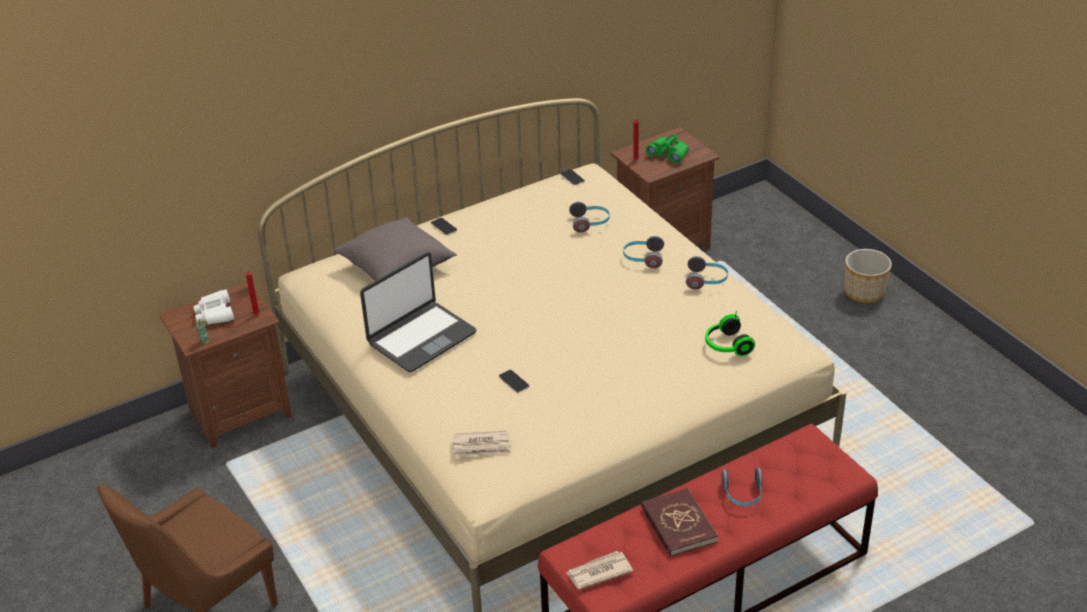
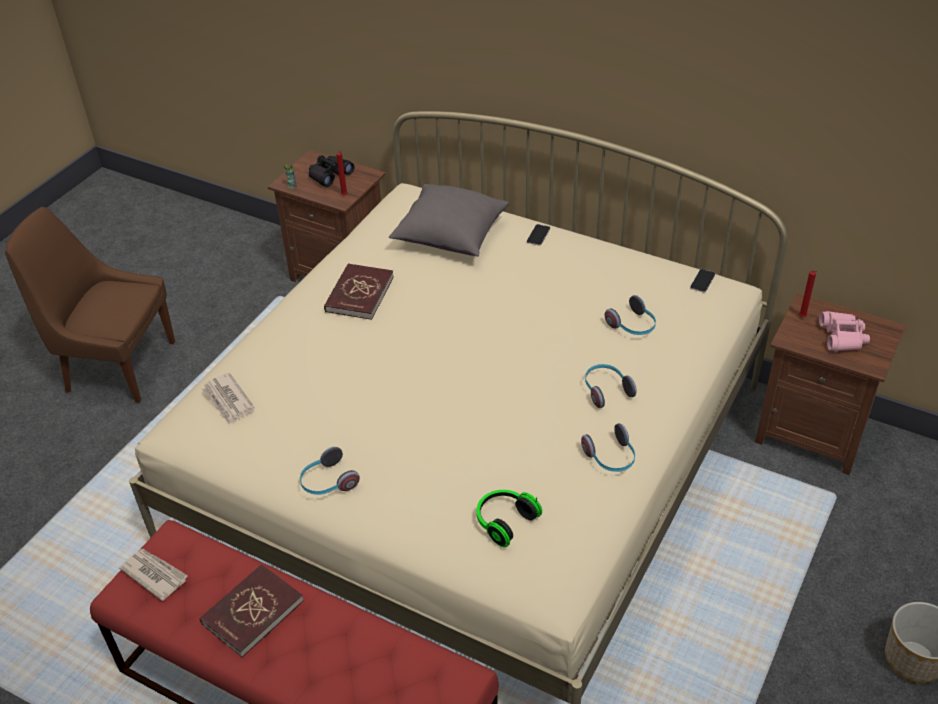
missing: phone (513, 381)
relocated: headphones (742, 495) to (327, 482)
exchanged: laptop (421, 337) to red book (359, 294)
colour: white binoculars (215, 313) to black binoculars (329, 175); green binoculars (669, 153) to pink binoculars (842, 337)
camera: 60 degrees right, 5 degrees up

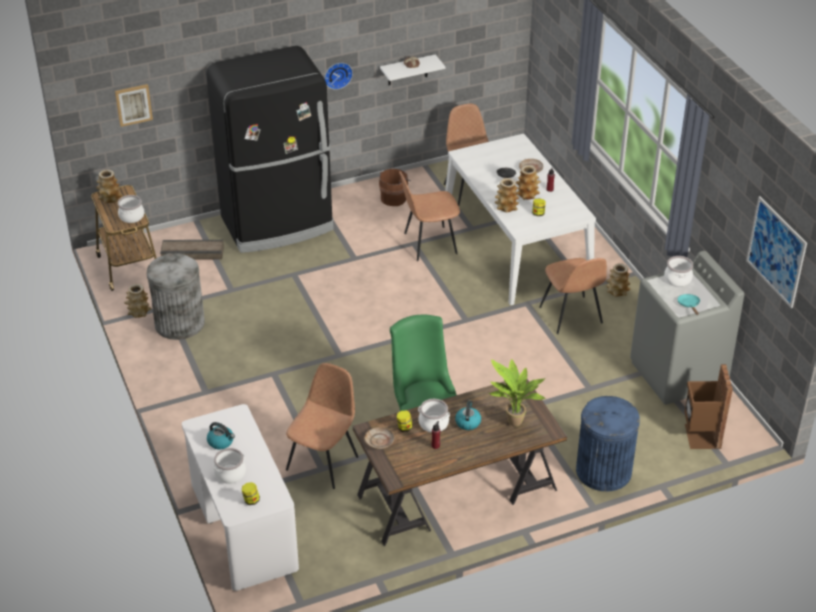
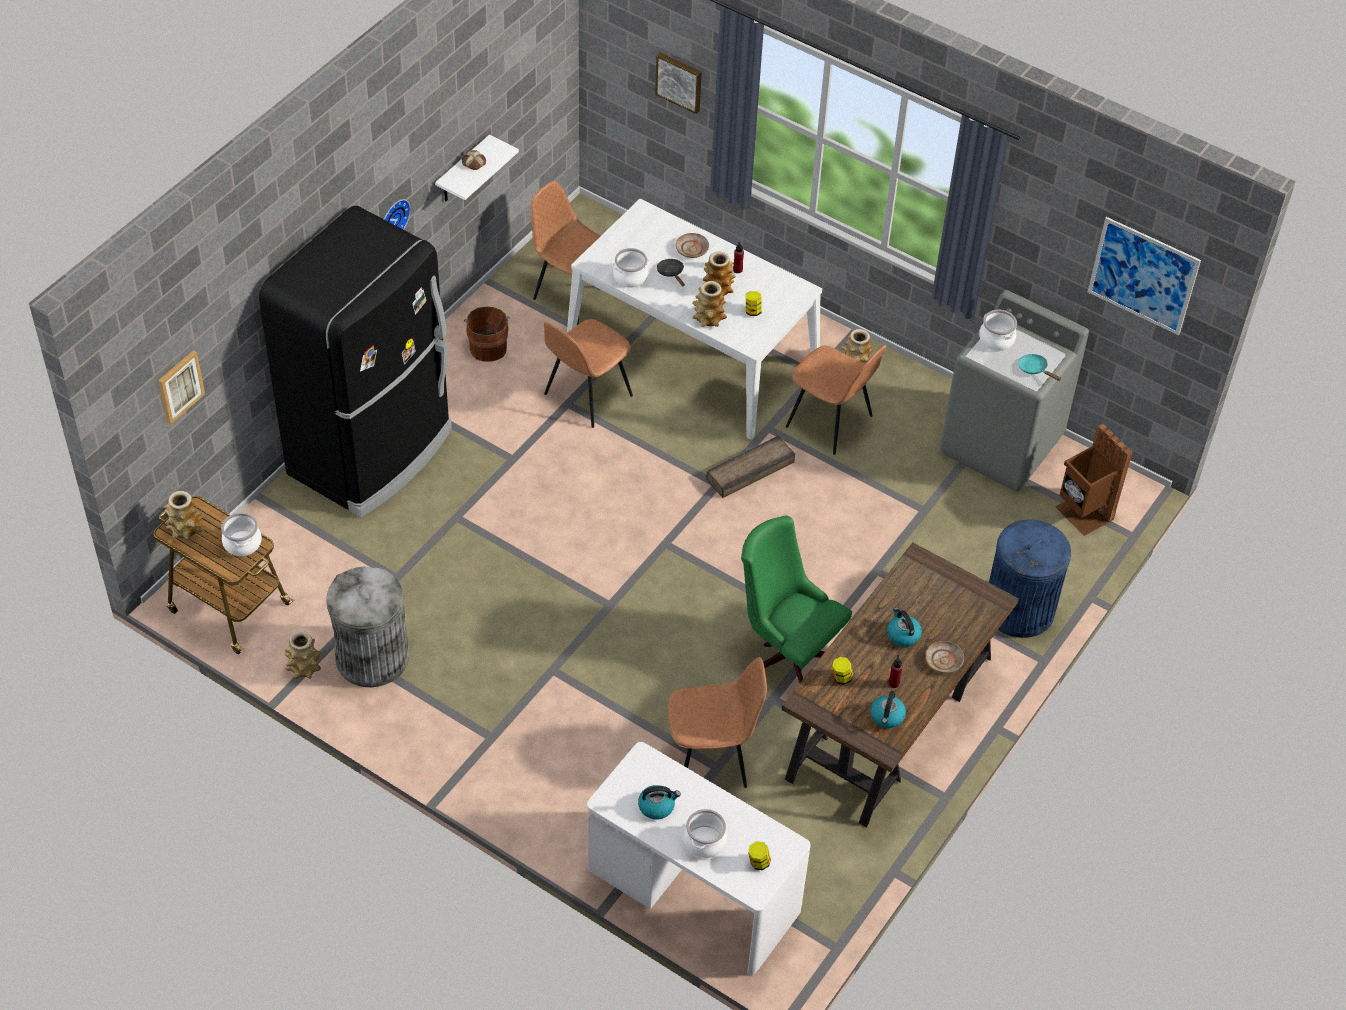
missing: potted plant (513, 424)
appeared: picture (679, 81); kettle (887, 717)
relocated: crate (192, 252) to (749, 470); beige plate (379, 441) to (944, 661); cooking pot (433, 424) to (630, 277)
spun: brown chair (323, 462) = (712, 758) 90 degrees clockwise
camera: 35 degrees left, 10 degrees up

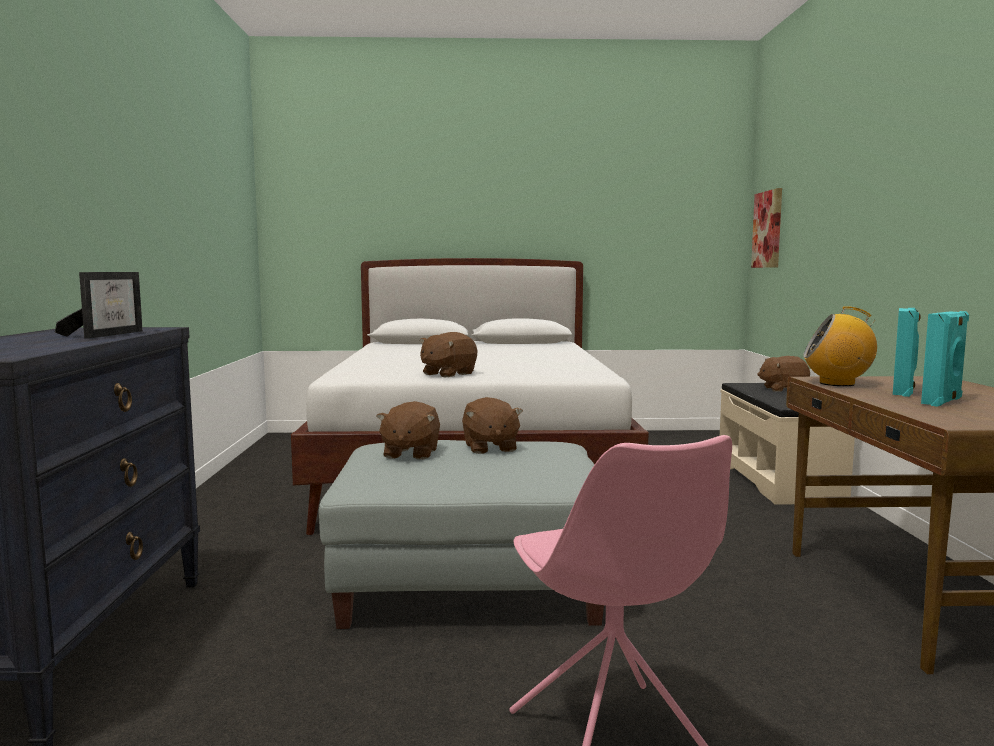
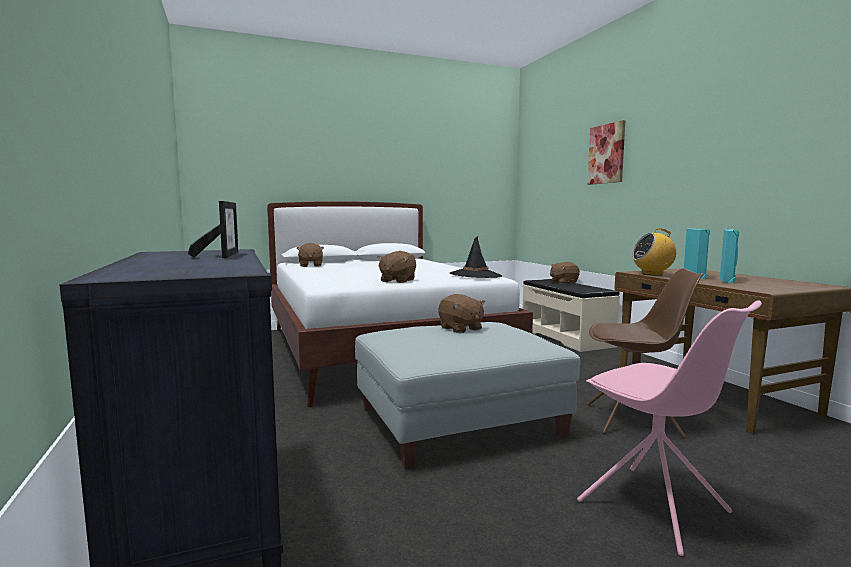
appeared: black hat (475, 275); brown chair (635, 420)
relocated: brown plush toy (410, 453) to (310, 265); picture (768, 229) to (606, 154)
camera: 20 degrees left, 0 degrees up

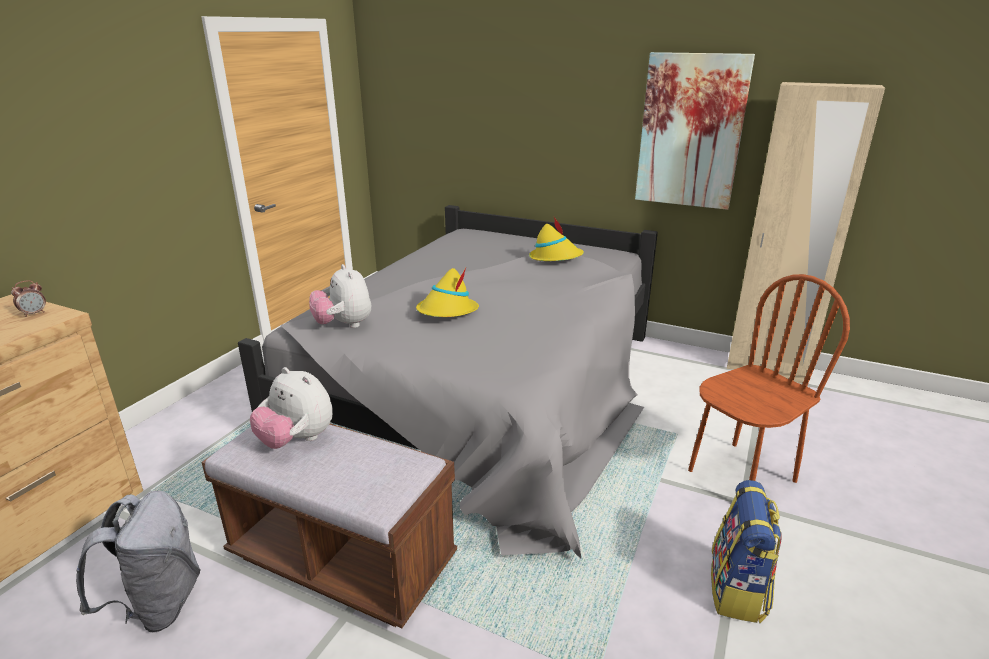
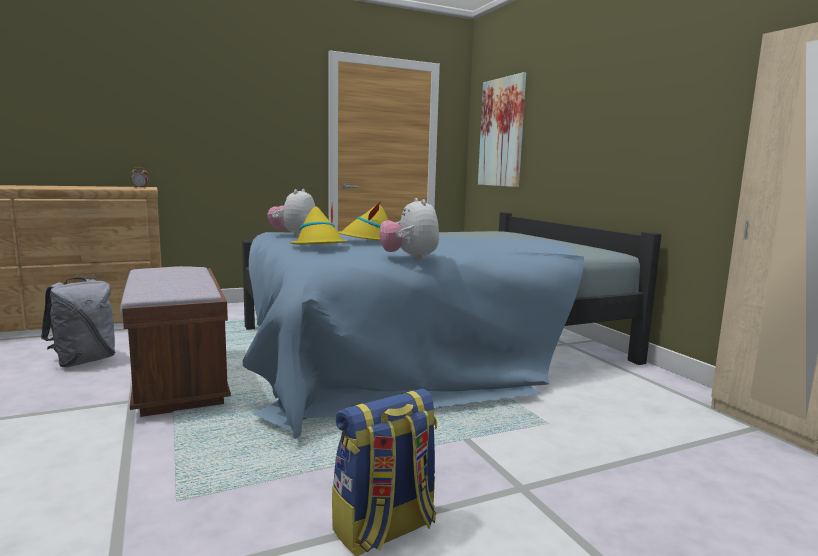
missing: brown chair (741, 475)
relocated: plush toy (297, 440) to (409, 258); yellow hat (555, 258) to (319, 247); picture (690, 132) to (502, 132)
colour: grey bed (486, 391) to blue bed (427, 348)
camera: 40 degrees right, 15 degrees down

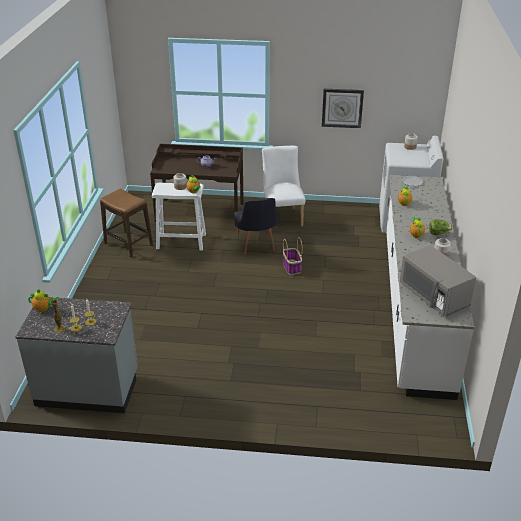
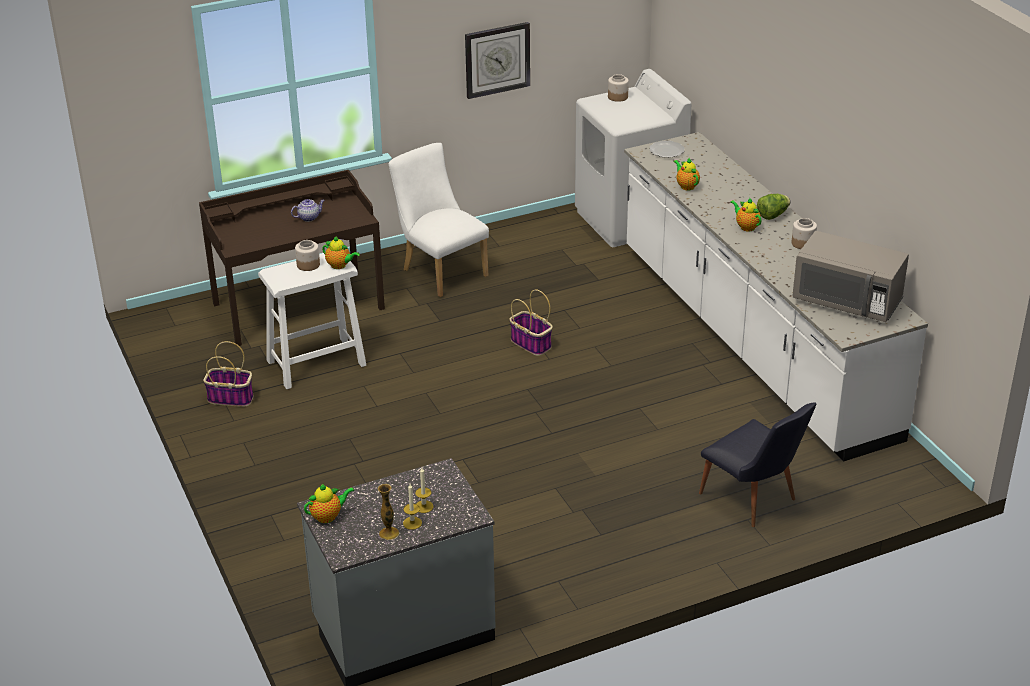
relocated: black chair (256, 246) to (754, 501)
exchanged: stool (128, 244) to basket (231, 398)
camera: 30 degrees left, 0 degrees up

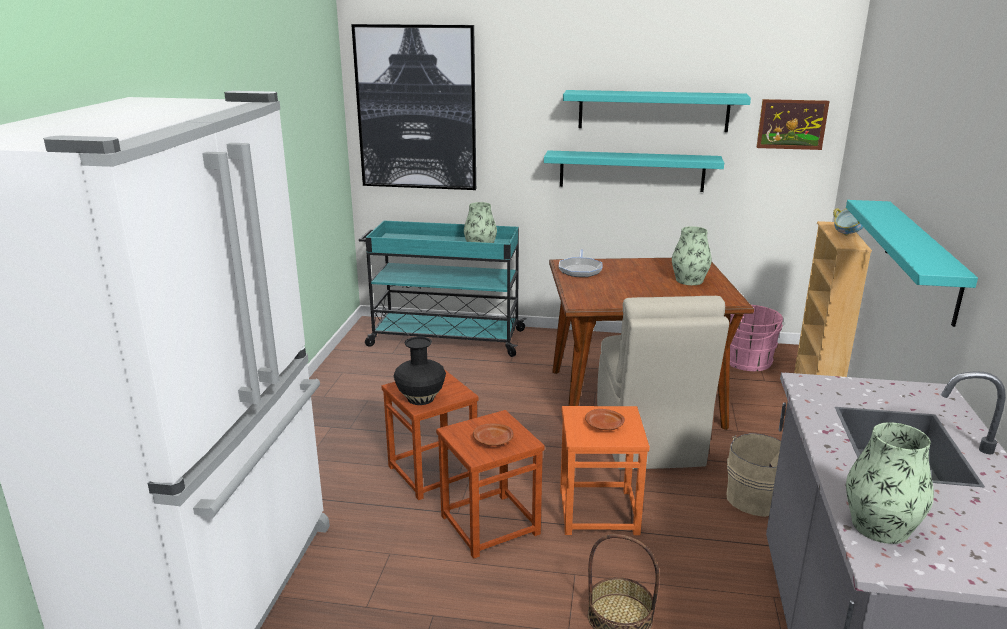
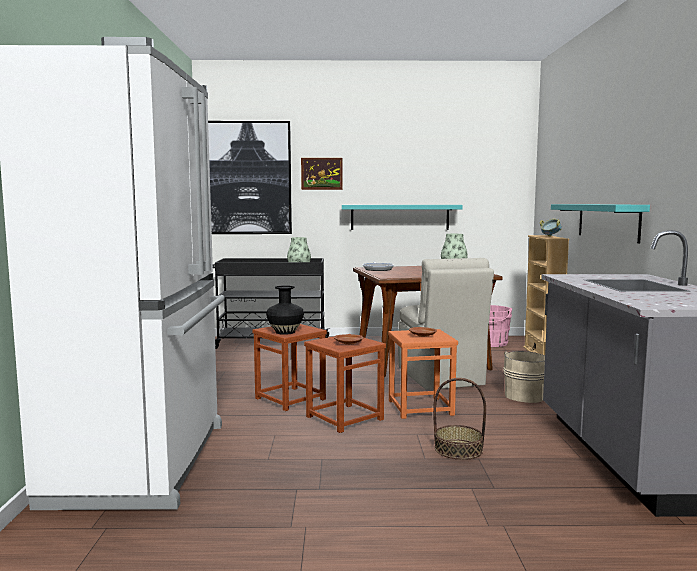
missing: turquoise shelf (653, 111); vase (880, 526)
relocated: picture (792, 124) to (321, 173)
colour: turquoise cart (444, 338) to black cart (271, 343)
camera: 10 degrees left, 15 degrees down

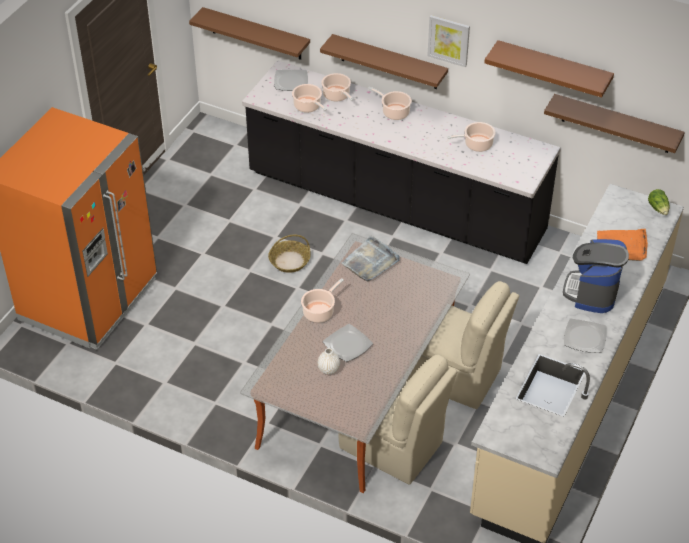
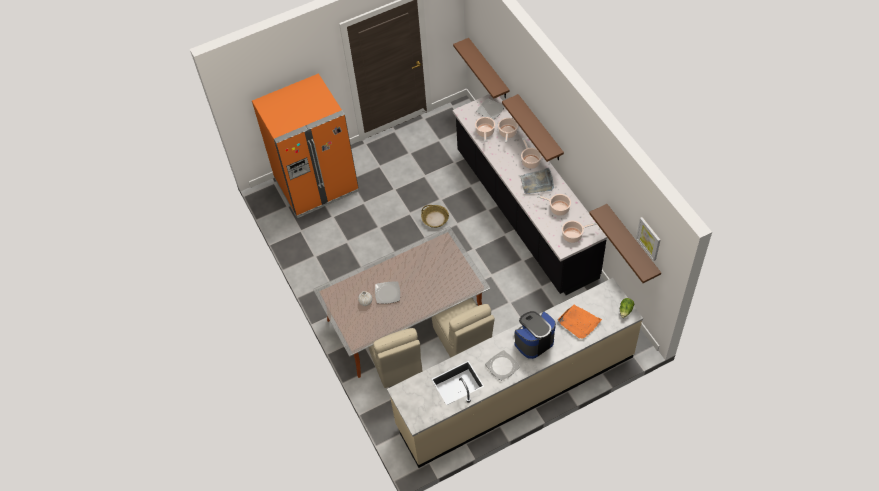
missing: brown shelf (553, 68)
relocated: cooking pot (320, 311) to (573, 235); grey tray (370, 261) to (537, 183); picture (449, 40) to (649, 238)
camera: 40 degrees right, 10 degrees up

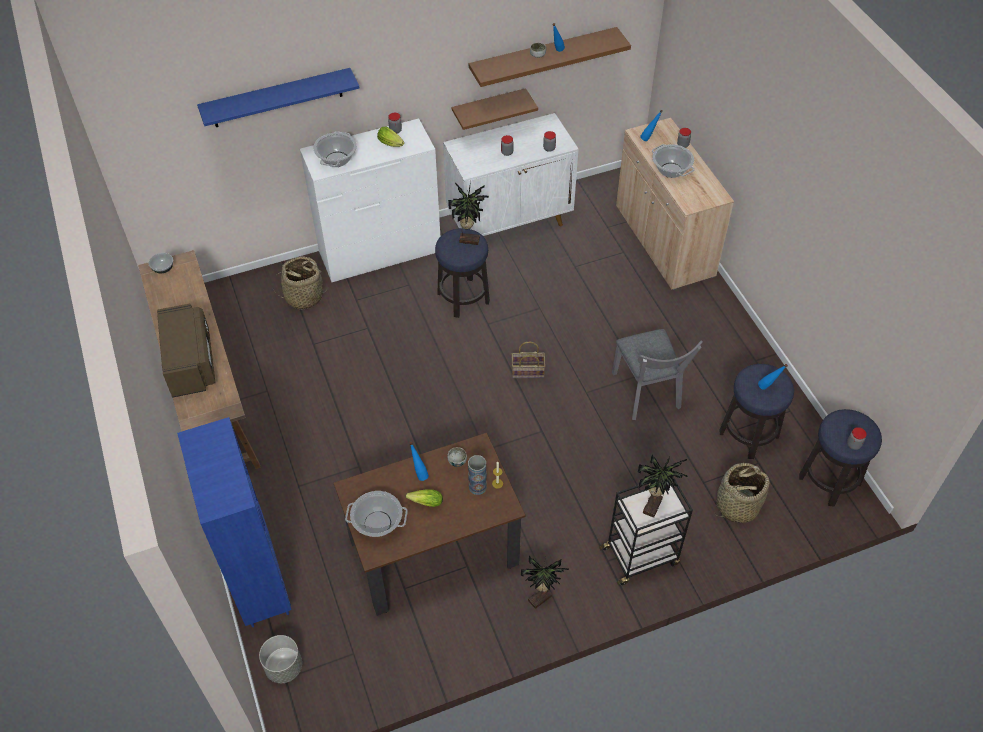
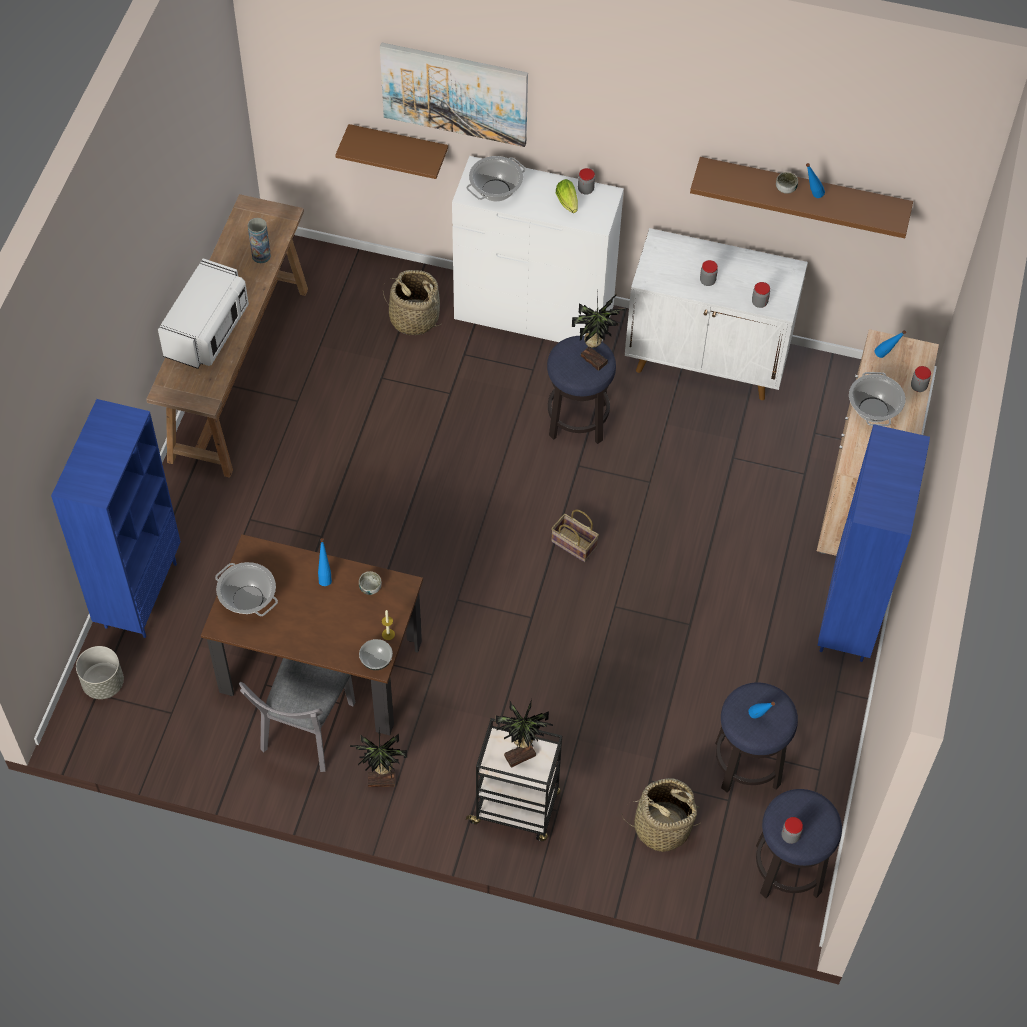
missing: lettuce (424, 502)
appeared: blue bookcase (850, 619)
relocated: bowl (163, 268) to (376, 660); brown shelf (488, 109) to (398, 147); vase (477, 487) to (261, 256); grey chair (647, 395) to (305, 733)
exchanged: blue shelf (277, 98) to picture (455, 93)
colour: brown microwave (191, 363) to white microwave (208, 331)
camera: 35 degrees right, 5 degrees up

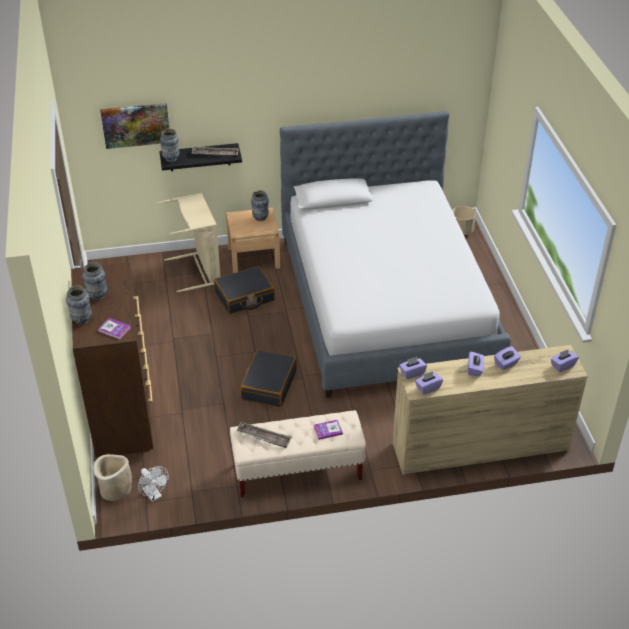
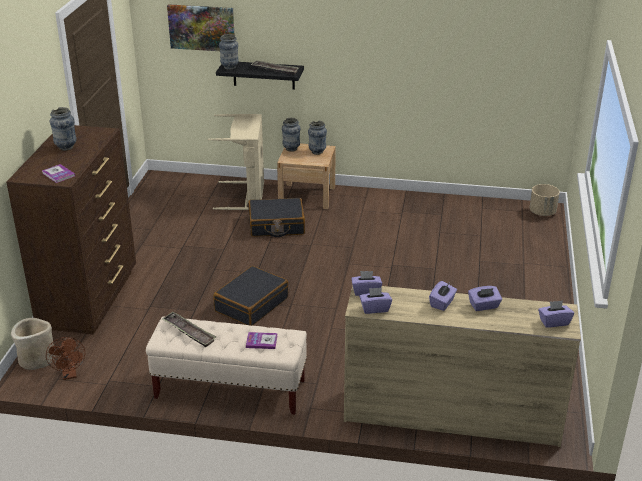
missing: bed (385, 303)
relocated: vase (82, 320) to (291, 149)
colour: white fan (154, 495) to brown fan (70, 374)
camera: 20 degrees right, 10 degrees down

